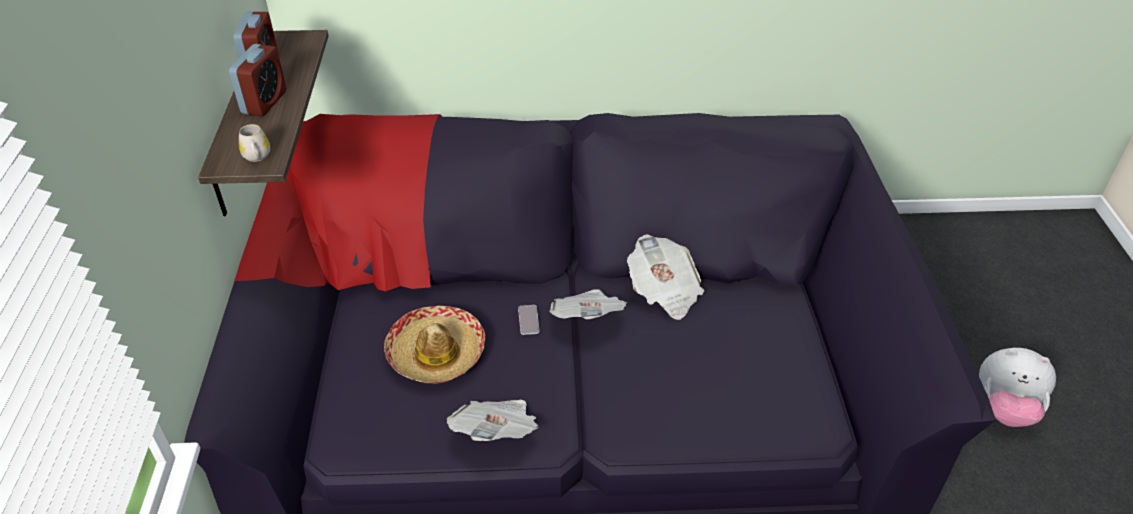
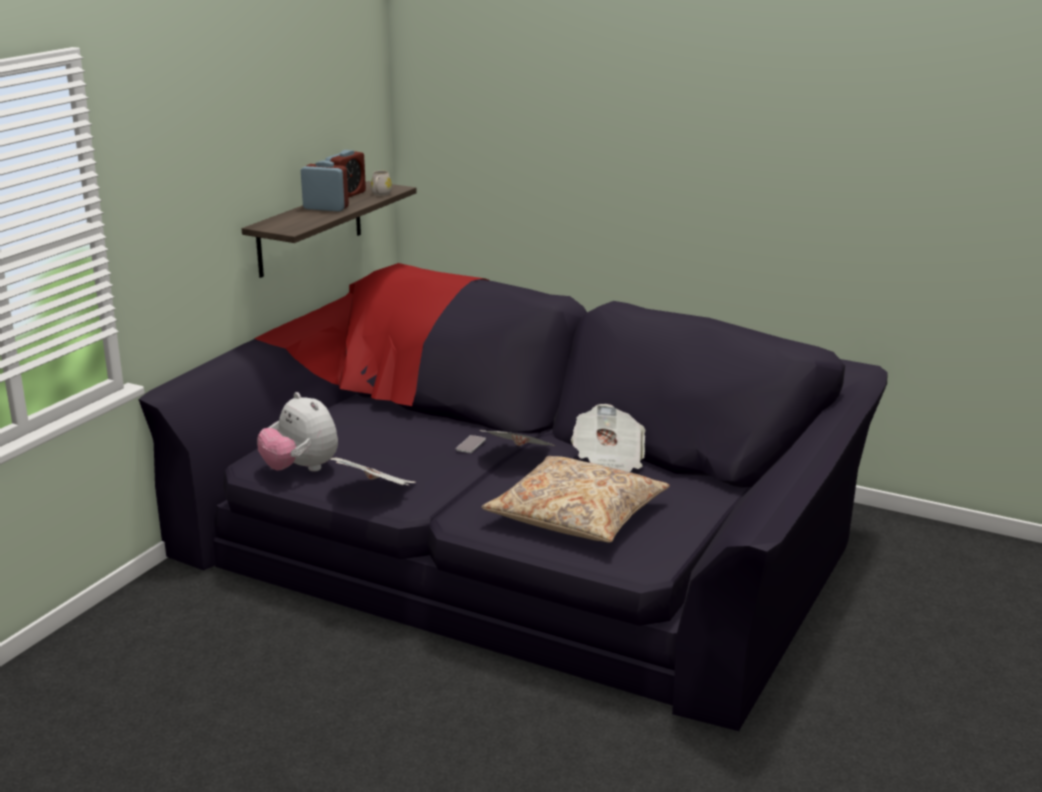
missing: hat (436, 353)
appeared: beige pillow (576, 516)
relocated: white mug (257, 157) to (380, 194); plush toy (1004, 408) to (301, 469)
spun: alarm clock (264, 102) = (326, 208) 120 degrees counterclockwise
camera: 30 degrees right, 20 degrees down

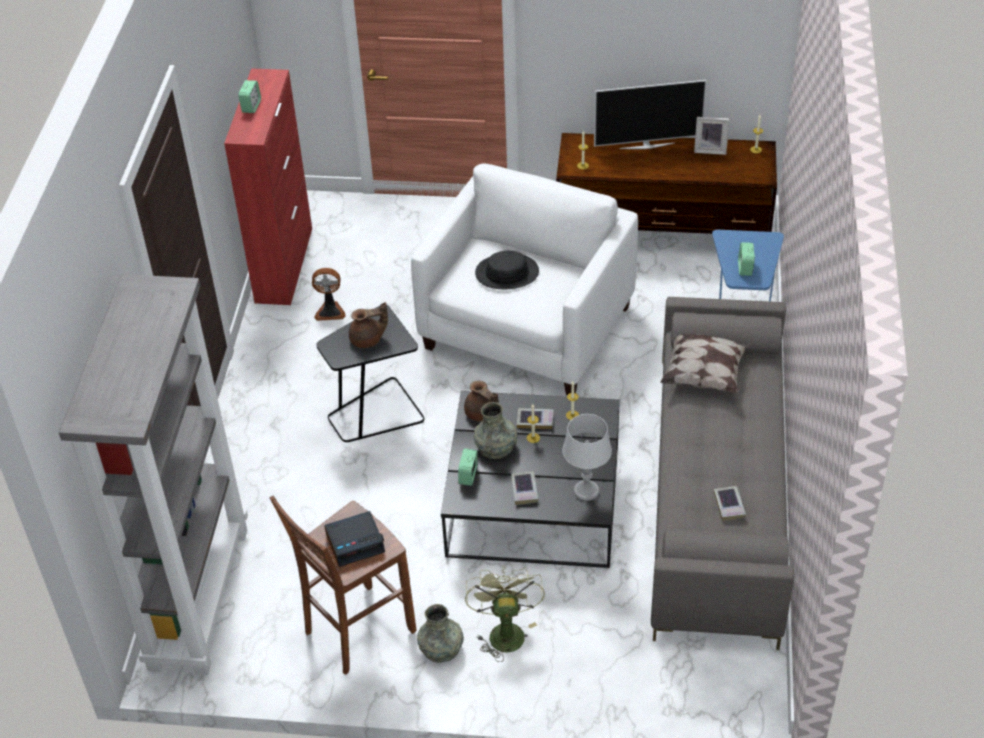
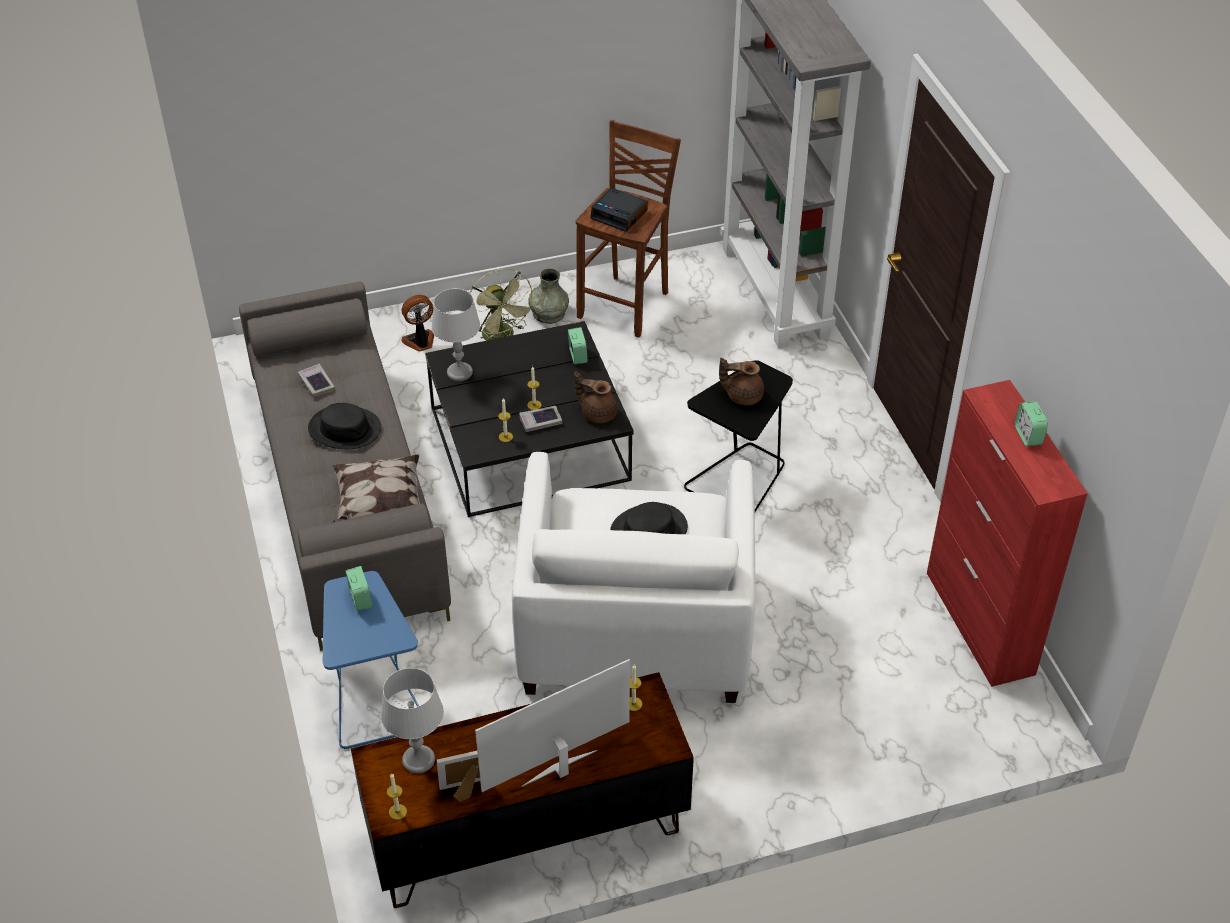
missing: grey vase (496, 446); book (524, 490)
appeared: black hat (345, 428); grey table lamp (419, 760)
relocated: fan (330, 311) to (420, 342)
spun: alarm clock (355, 542) = (620, 215) 105 degrees counterclockwise; brown teapot (368, 339) = (742, 395) 45 degrees clockwise
camera: 155 degrees right, 0 degrees up

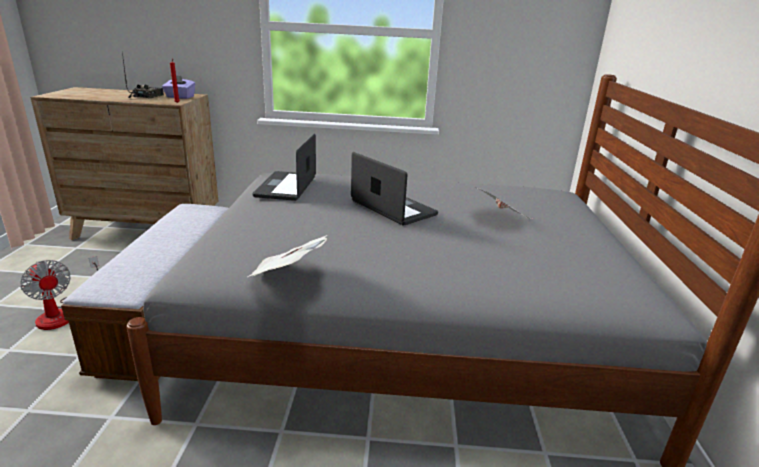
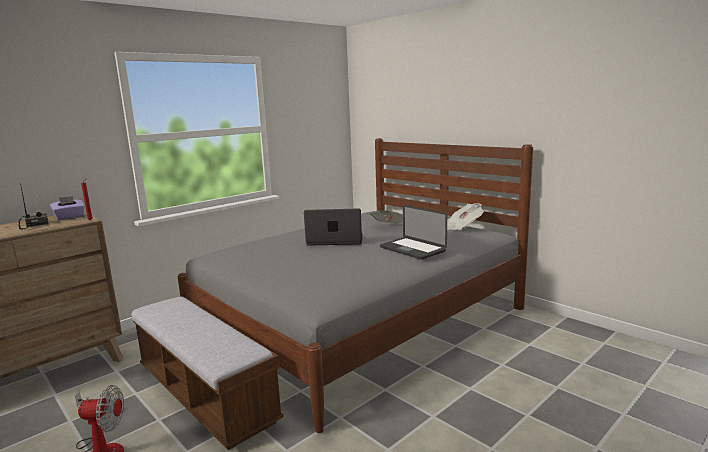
relocated: newspaper (288, 275) to (462, 227); laptop (286, 187) to (412, 249)
camera: 45 degrees left, 10 degrees down

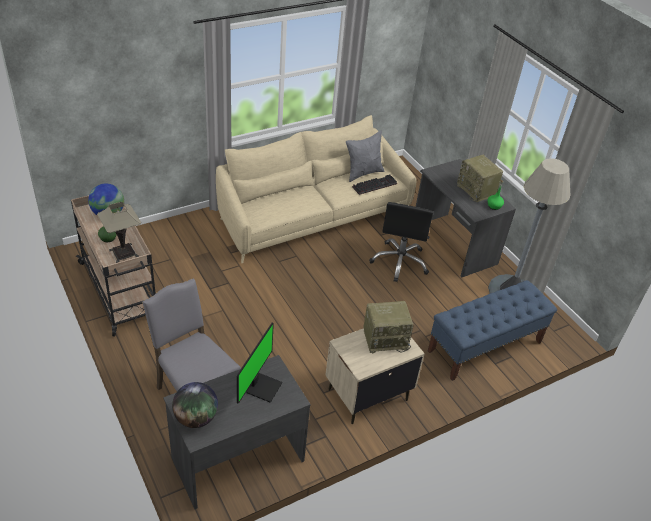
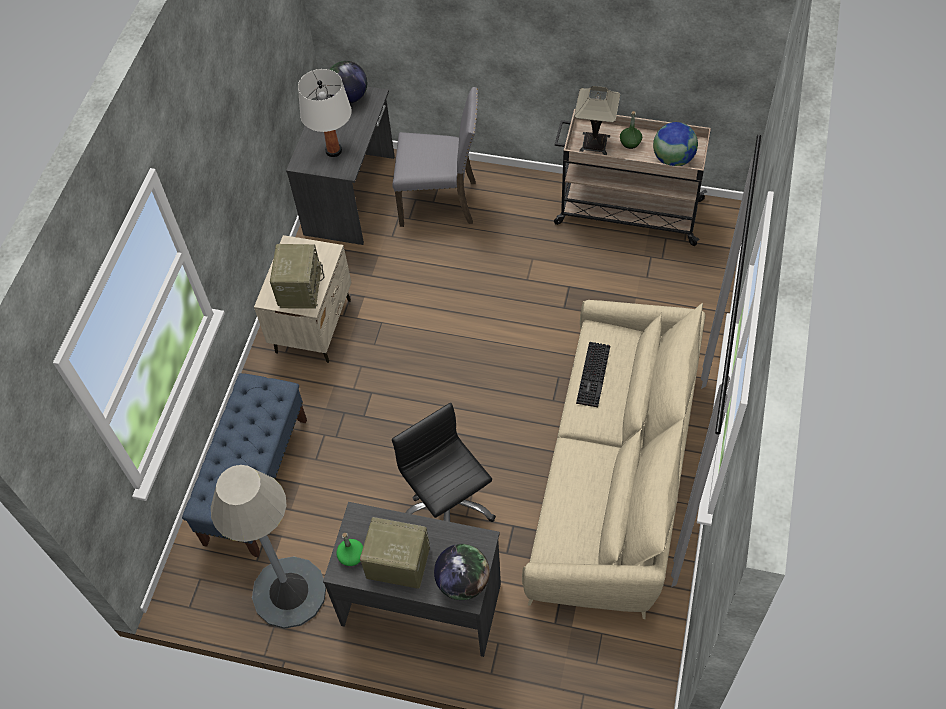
missing: grey pillow (363, 173)
appeared: globe (463, 582)
relocated: keyboard (374, 185) to (594, 376)
exchanged: monitor (262, 387) to white table lamp (334, 151)
spun: radio (385, 339) = (299, 288) 150 degrees clockwise
camera: 140 degrees right, 15 degrees up

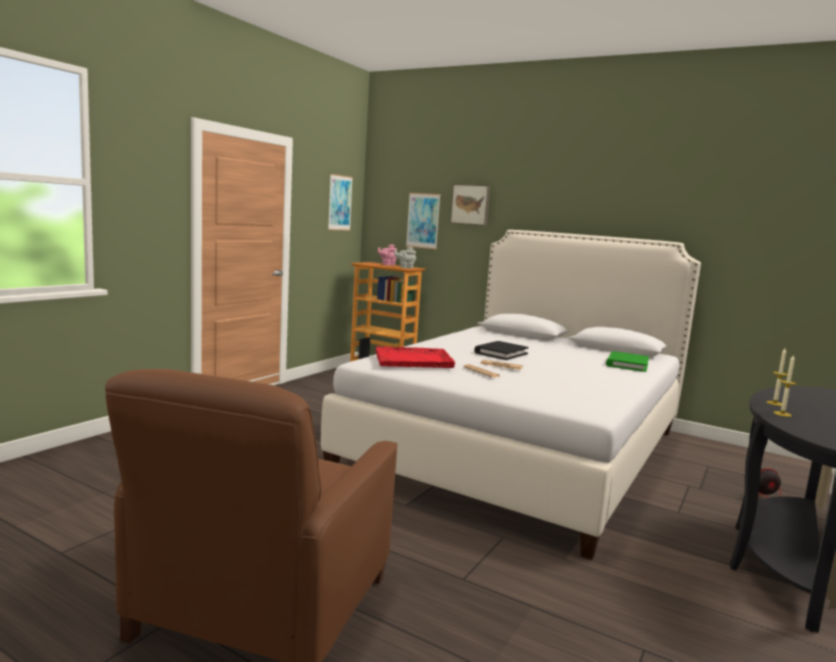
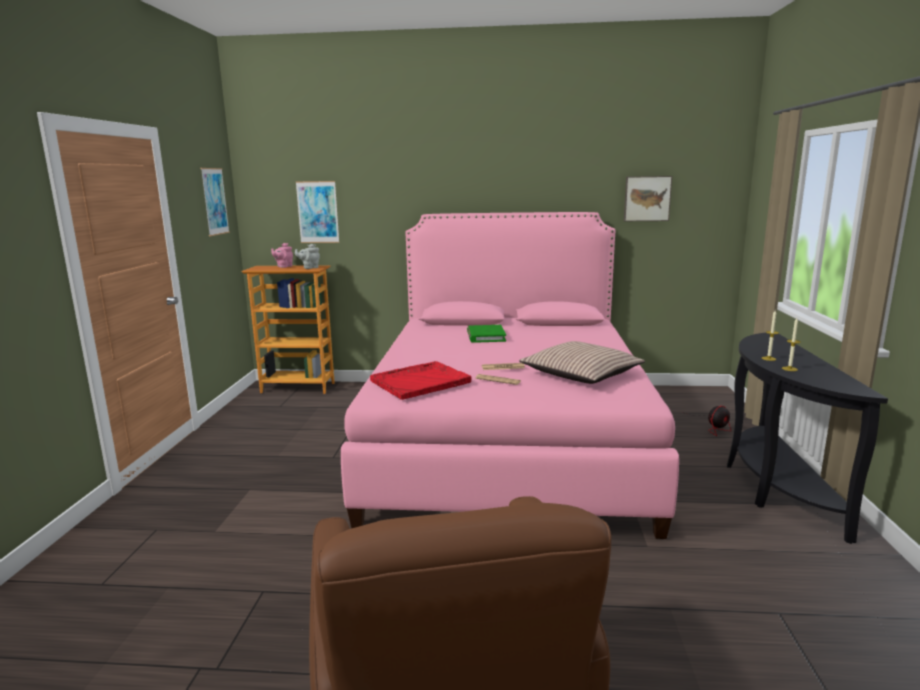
missing: black book (501, 353)
appeared: pillow (581, 374)
relocated: picture (470, 204) to (647, 198); green book (627, 364) to (485, 336)
colour: white bed (519, 449) to pink bed (506, 440)
camera: 25 degrees left, 5 degrees up

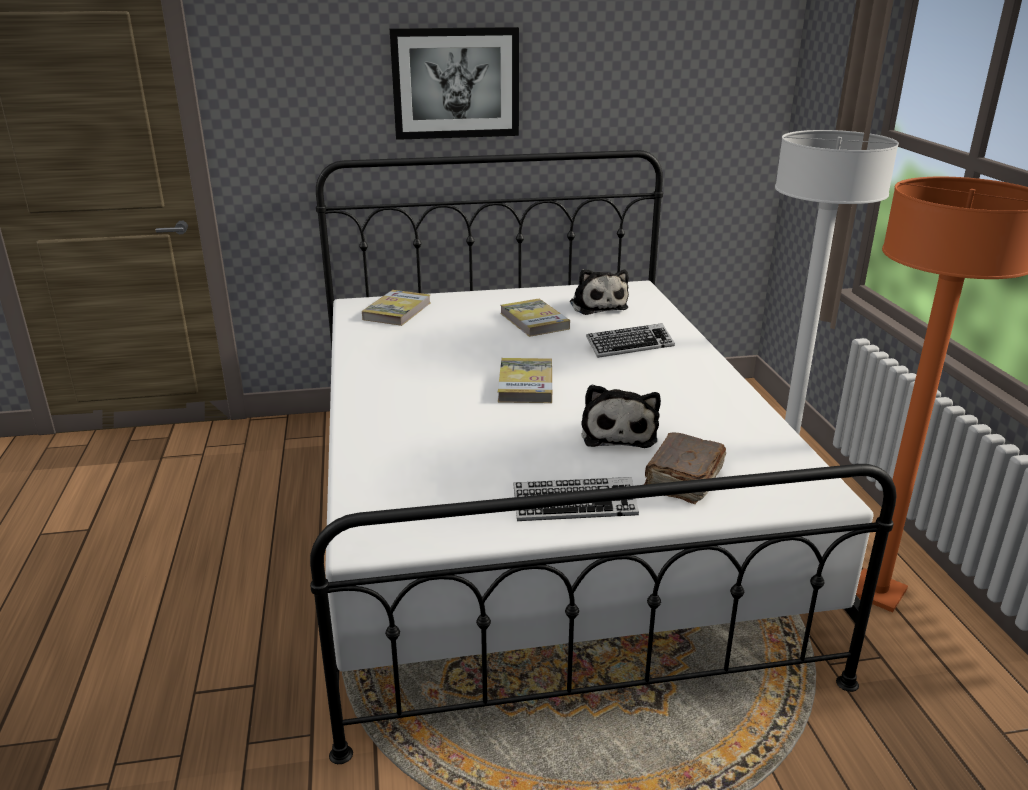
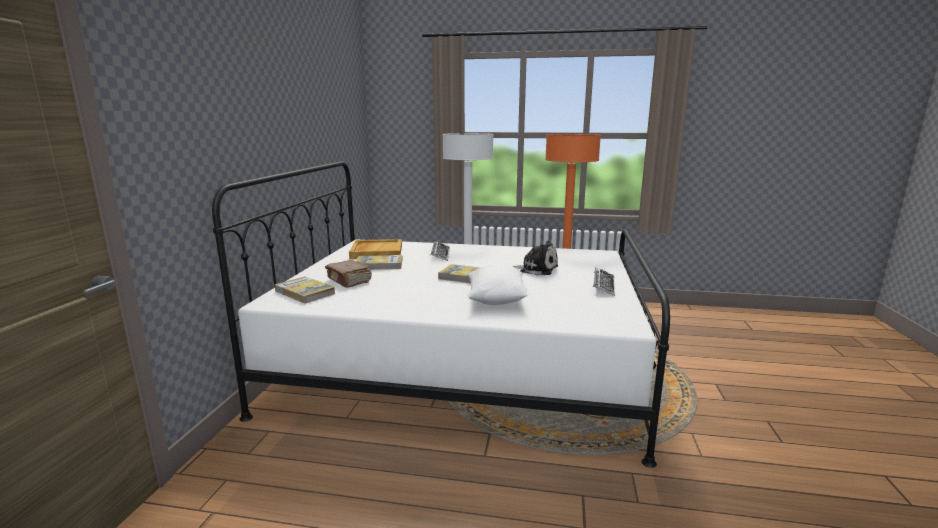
missing: picture (456, 83)
appeared: white pillow (496, 300)
relocated: brown book (682, 481) to (349, 281)
exchanged: plush toy (597, 305) to beige tray (376, 251)
camera: 70 degrees left, 10 degrees down

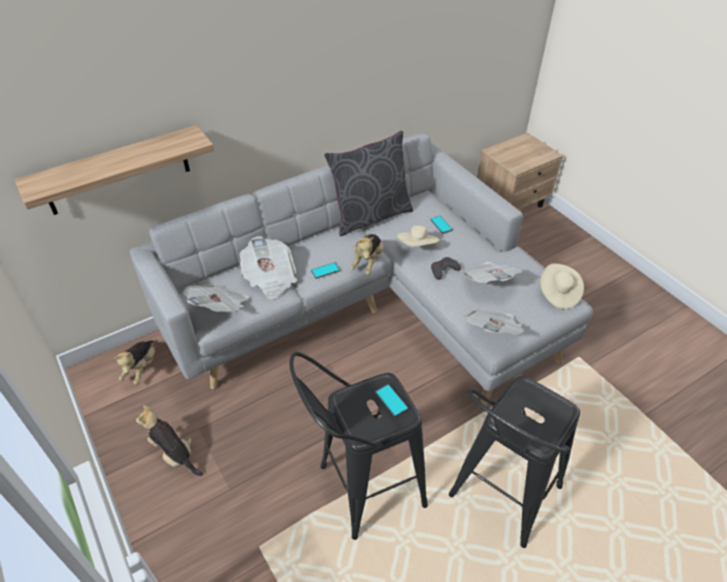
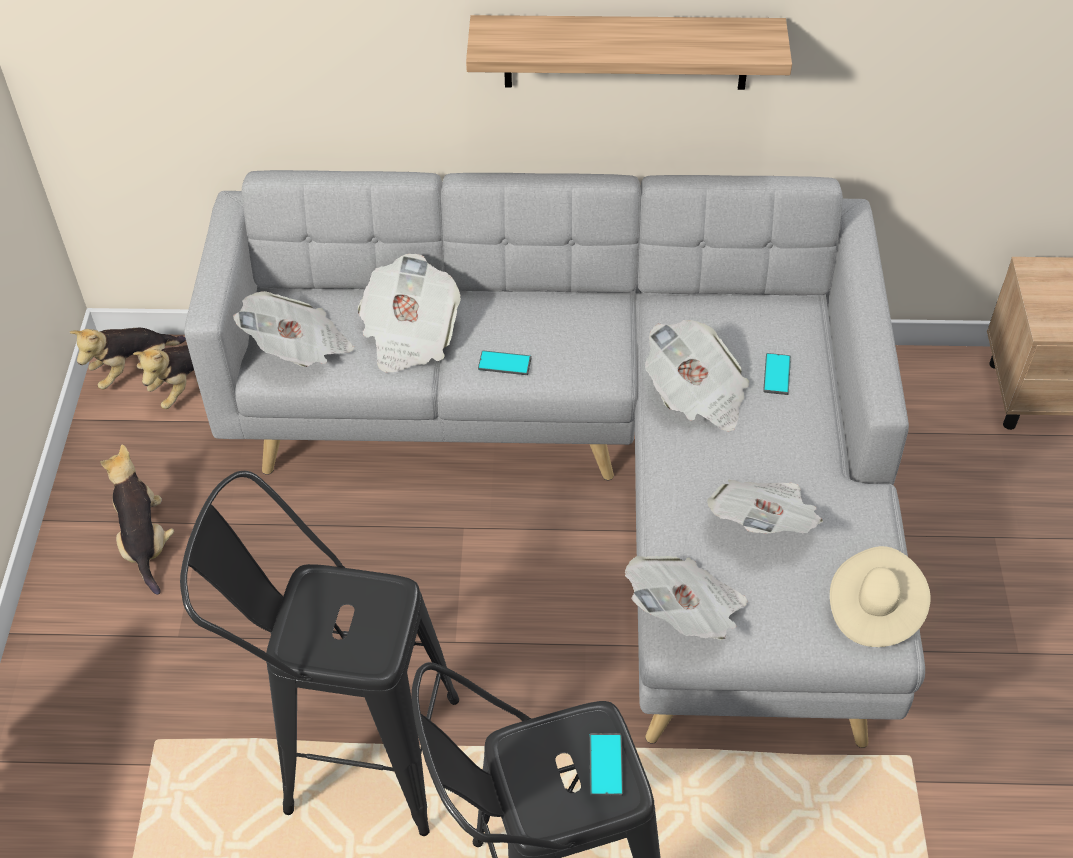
missing: grey pillow (370, 215); grey game controller (443, 270)
relocated: shelf (117, 171) to (626, 52); plush toy (367, 262) to (134, 369); phone (391, 400) to (605, 765)
exchanged: beige hat (417, 247) to newspaper (696, 395)
camera: 35 degrees right, 5 degrees up

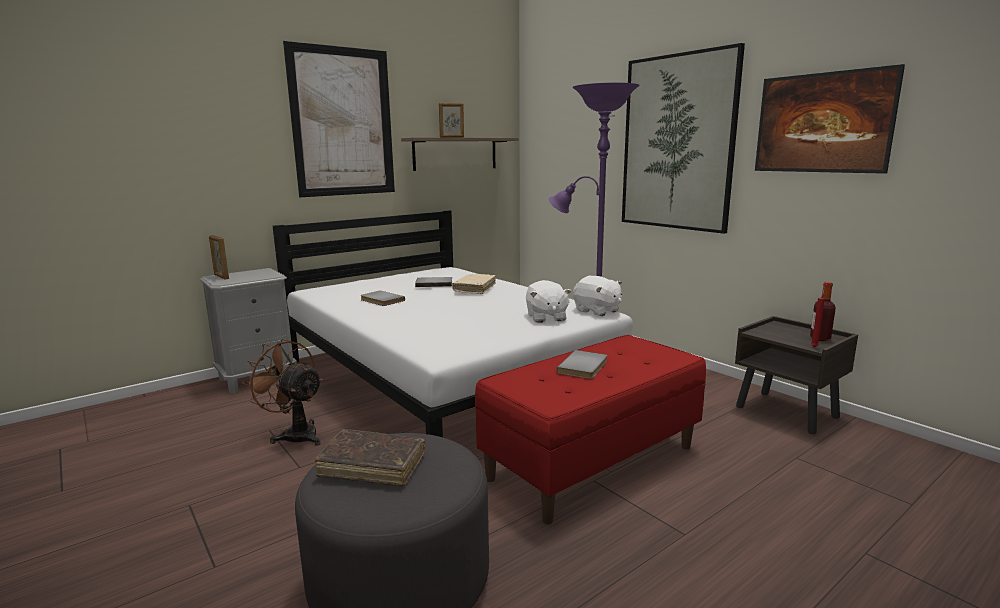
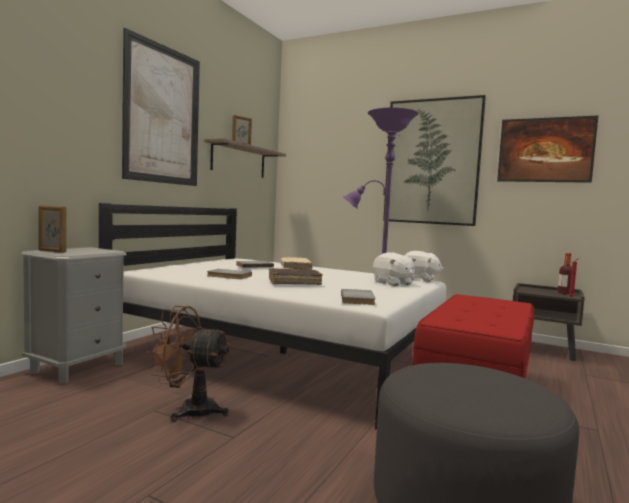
relocated: brown book (372, 466) to (294, 282); grey book (585, 367) to (359, 299)
camera: 25 degrees left, 10 degrees down

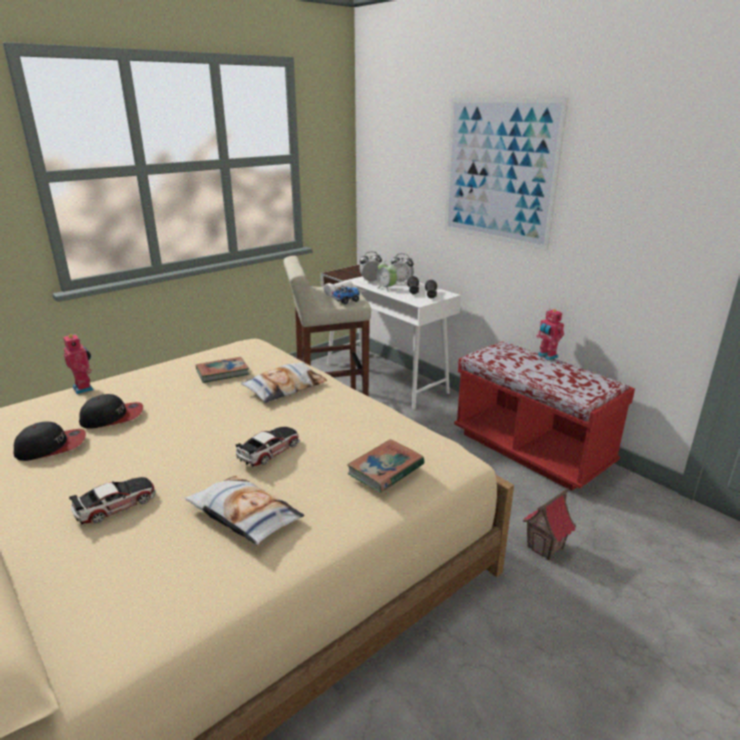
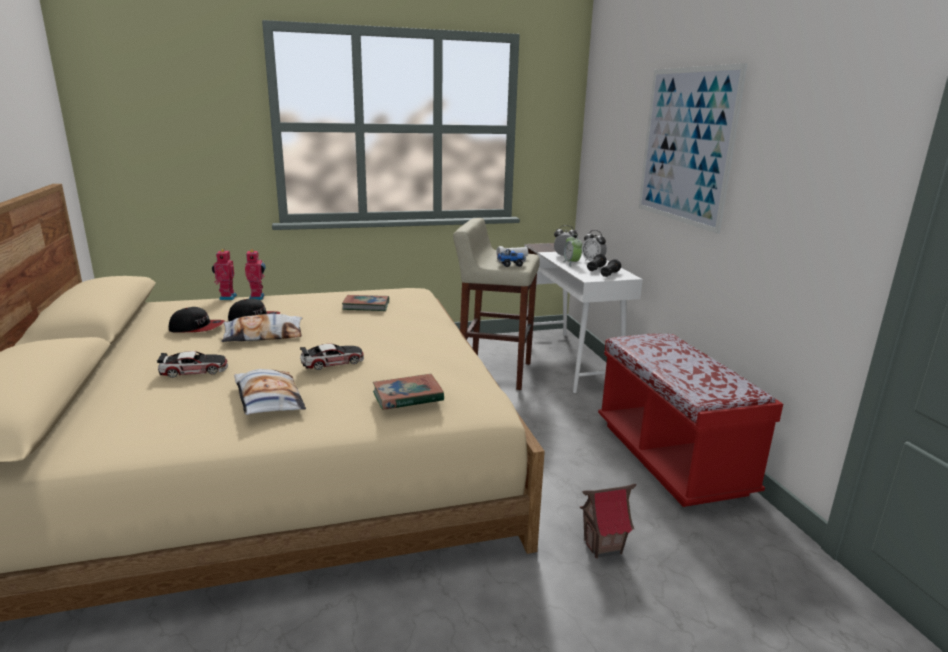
relocated: pillow (285, 387) to (263, 335); toy robot (546, 356) to (226, 297)
camera: 25 degrees right, 5 degrees down

